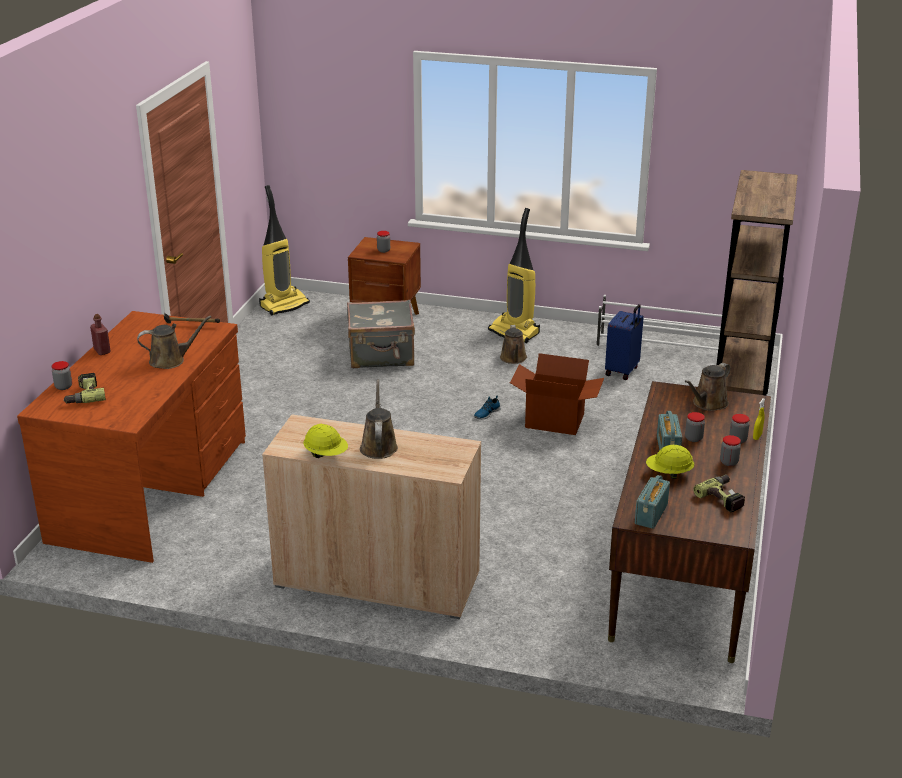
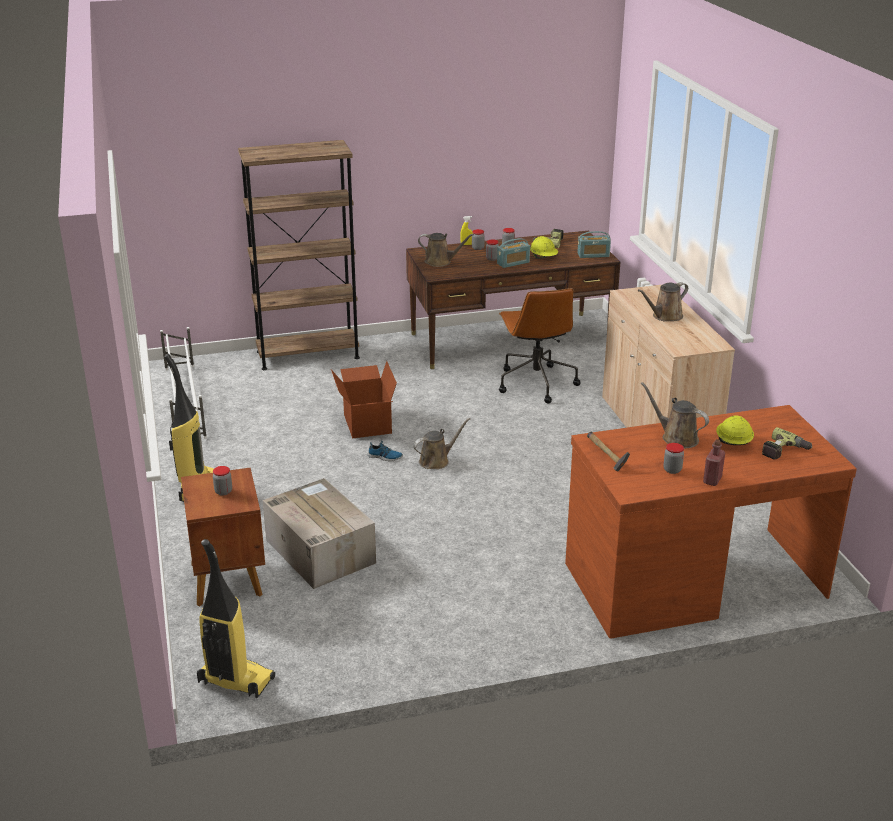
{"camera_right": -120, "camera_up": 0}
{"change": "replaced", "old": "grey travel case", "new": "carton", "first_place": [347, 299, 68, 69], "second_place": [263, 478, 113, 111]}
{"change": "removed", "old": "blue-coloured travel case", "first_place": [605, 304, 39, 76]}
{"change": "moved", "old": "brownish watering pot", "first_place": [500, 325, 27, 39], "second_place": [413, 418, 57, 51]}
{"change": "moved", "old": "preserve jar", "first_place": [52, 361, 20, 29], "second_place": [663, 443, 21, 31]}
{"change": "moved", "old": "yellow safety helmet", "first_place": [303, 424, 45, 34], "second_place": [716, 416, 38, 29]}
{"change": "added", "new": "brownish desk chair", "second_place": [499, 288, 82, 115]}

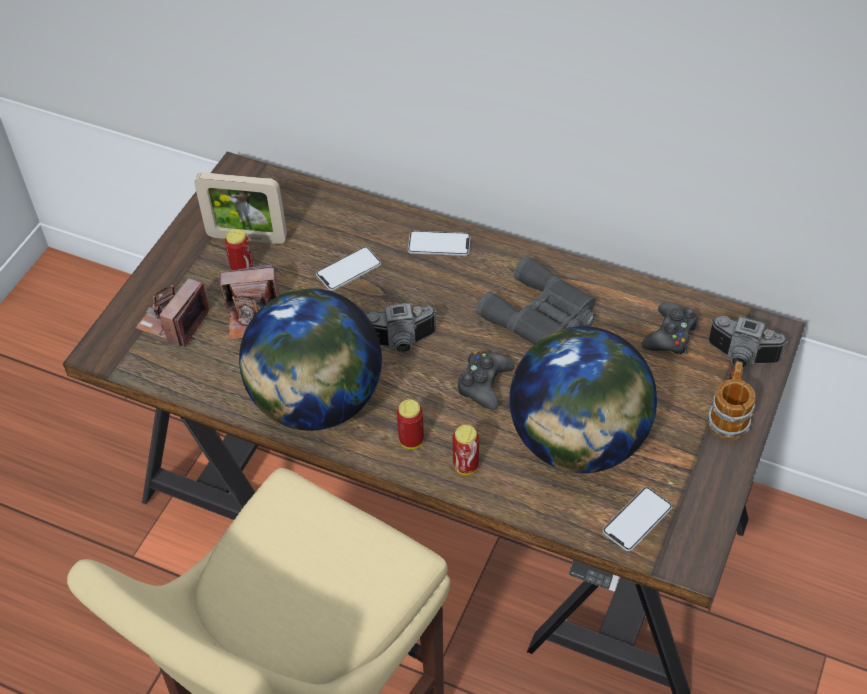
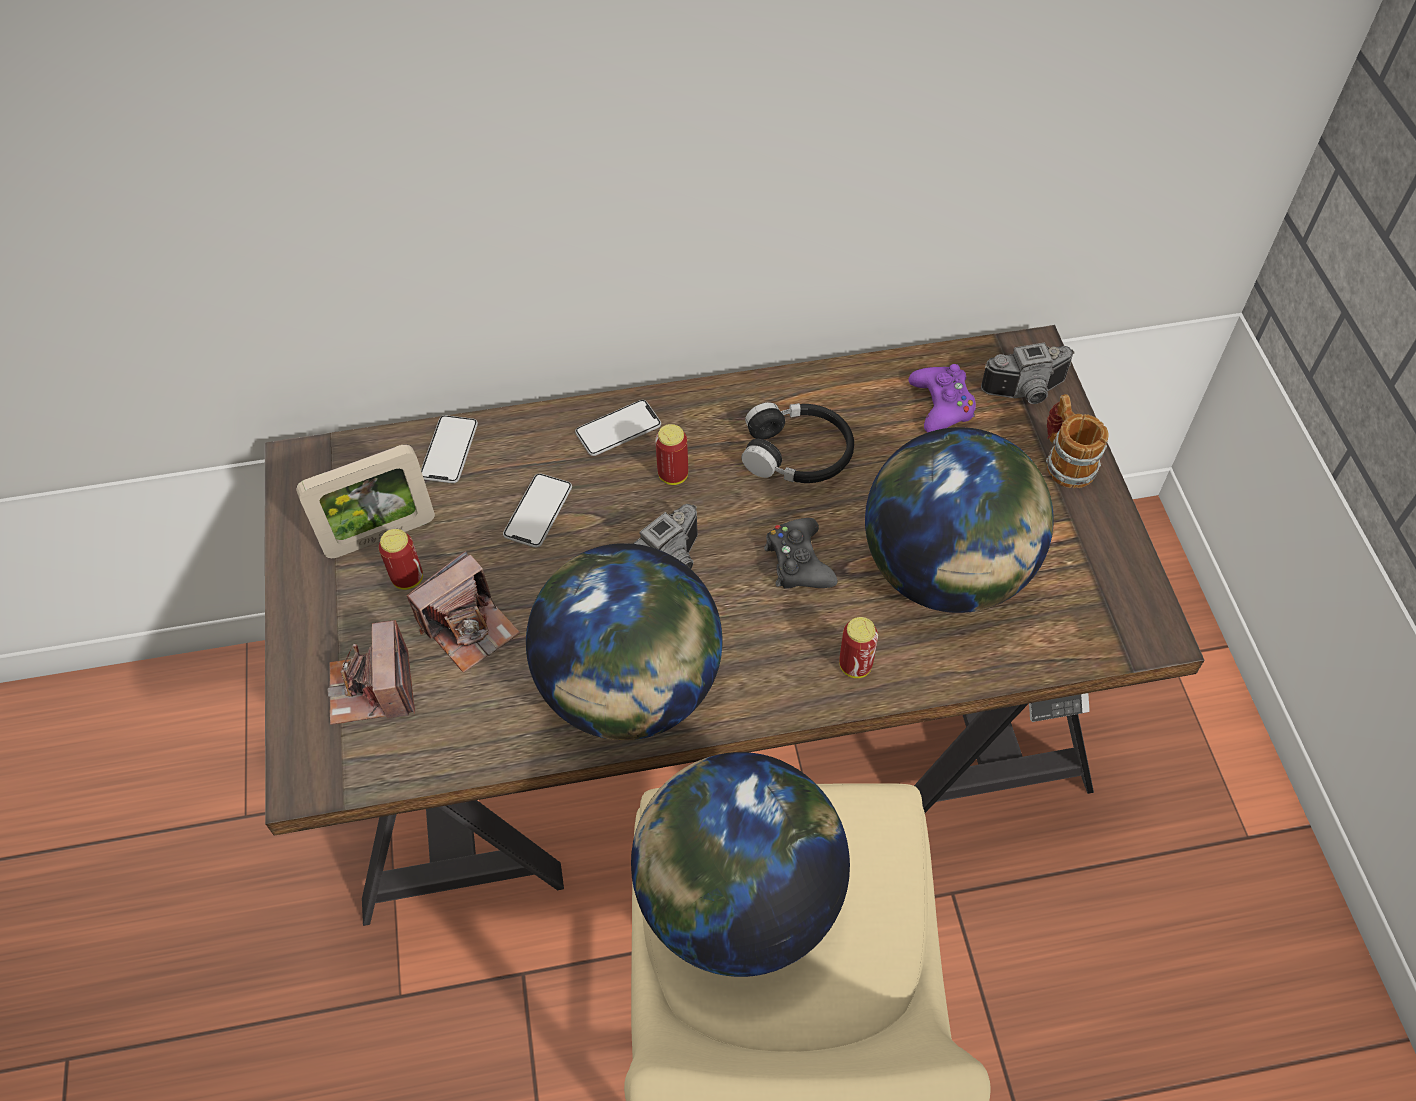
{"camera_right": -35, "camera_up": 5}
{"change": "replaced", "old": "grey field glasses", "new": "black-coloured headset", "first_place": [476, 256, 120, 89], "second_place": [741, 402, 113, 81]}
{"change": "recoloured", "old": "black-coloured gamepad", "new": "purple-coloured gamepad", "first_place": [642, 302, 57, 53], "second_place": [909, 364, 67, 68]}
{"change": "moved", "old": "can", "first_place": [396, 399, 28, 50], "second_place": [655, 424, 33, 61]}
{"change": "moved", "old": "phone", "first_place": [602, 487, 70, 64], "second_place": [421, 415, 57, 68]}
{"change": "added", "new": "globe", "second_place": [631, 752, 219, 225]}

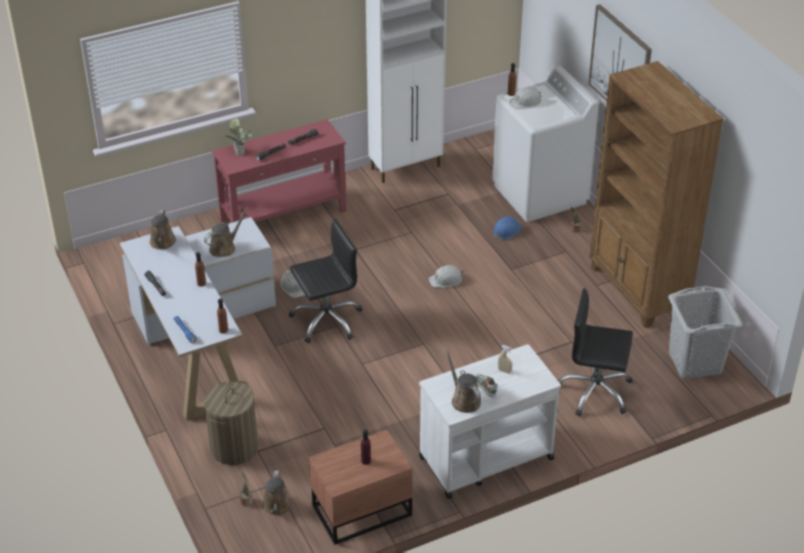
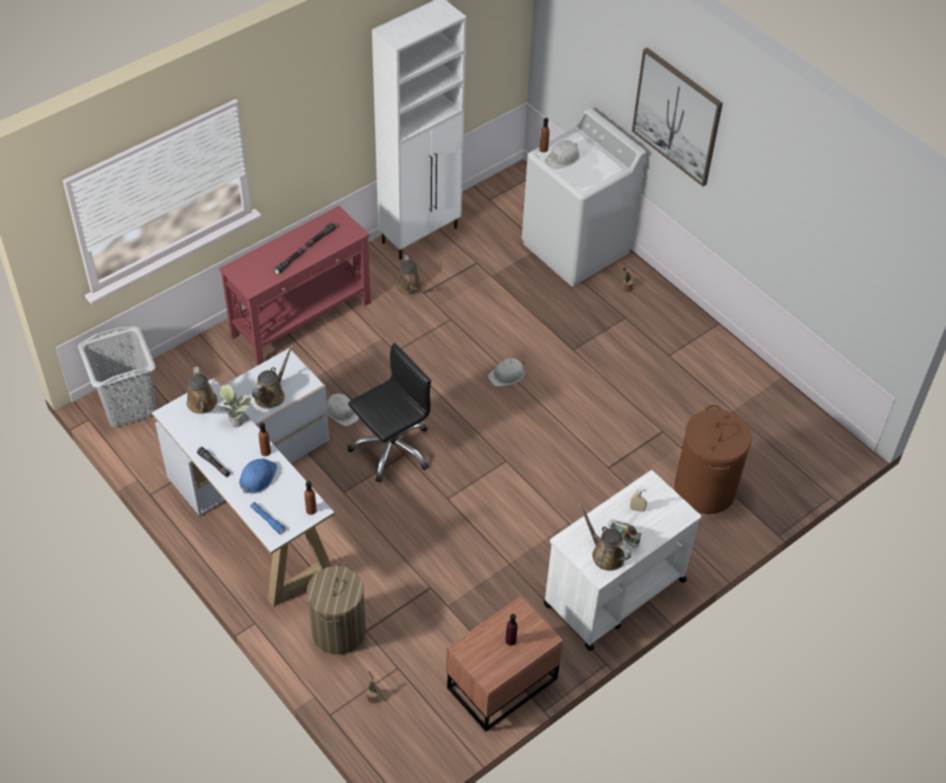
{"camera_right": -15, "camera_up": 10}
{"change": "removed", "old": "brownish bookcase", "first_place": [590, 61, 133, 267]}
{"change": "moved", "old": "houseplant", "first_place": [225, 118, 28, 38], "second_place": [214, 385, 37, 42]}
{"change": "moved", "old": "blue-coloured safety helmet", "first_place": [493, 216, 29, 23], "second_place": [239, 458, 38, 36]}
{"change": "moved", "old": "grey washing basket", "first_place": [668, 286, 74, 93], "second_place": [78, 326, 78, 101]}
{"change": "replaced", "old": "black-coloured desk chair", "new": "brownish washing basket", "first_place": [558, 288, 75, 129], "second_place": [674, 405, 77, 109]}
{"change": "moved", "old": "brownish watering pot", "first_place": [263, 471, 29, 44], "second_place": [396, 255, 26, 40]}

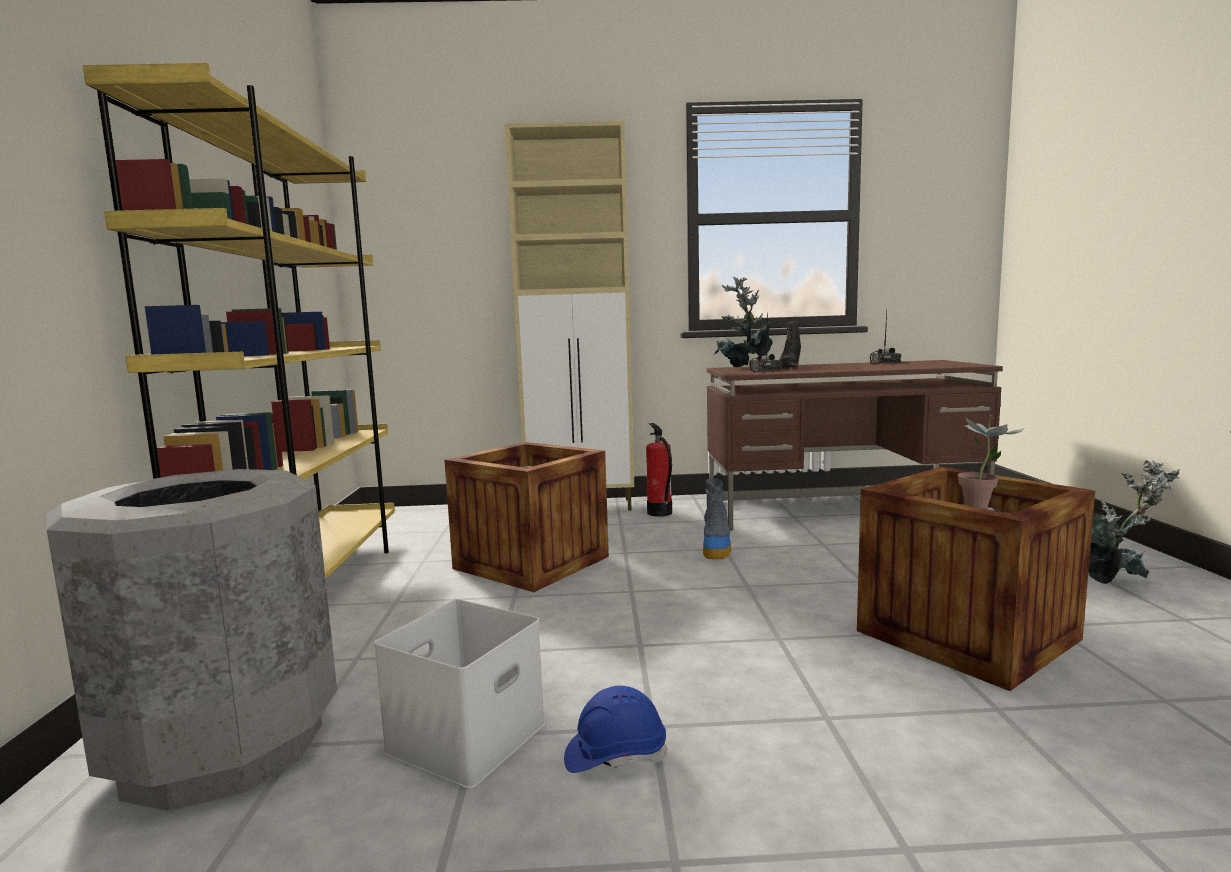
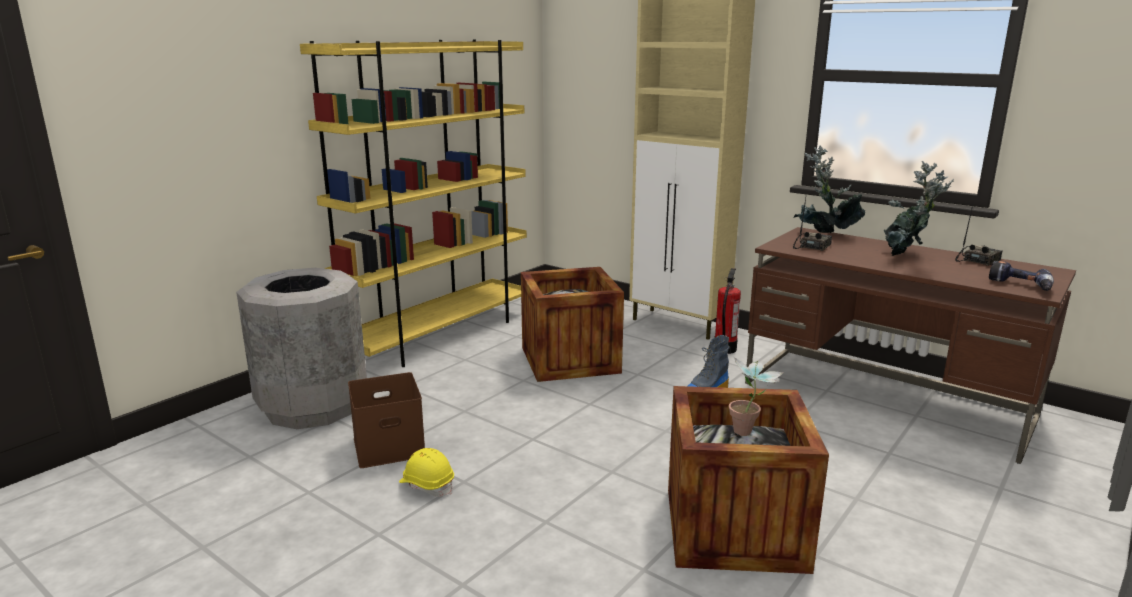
{"camera_right": 40, "camera_up": 10}
{"change": "removed", "old": "black-coloured boot", "first_place": [779, 321, 22, 47]}
{"change": "moved", "old": "houseplant", "first_place": [1088, 460, 92, 124], "second_place": [884, 161, 70, 95]}
{"change": "recoloured", "old": "white storage bin", "new": "brownish storage bin", "first_place": [374, 599, 171, 190], "second_place": [348, 372, 77, 96]}
{"change": "recoloured", "old": "blue-coloured safety helmet", "new": "yellow safety helmet", "first_place": [564, 686, 103, 87], "second_place": [399, 448, 55, 49]}
{"change": "added", "new": "electric drill", "second_place": [989, 261, 65, 30]}

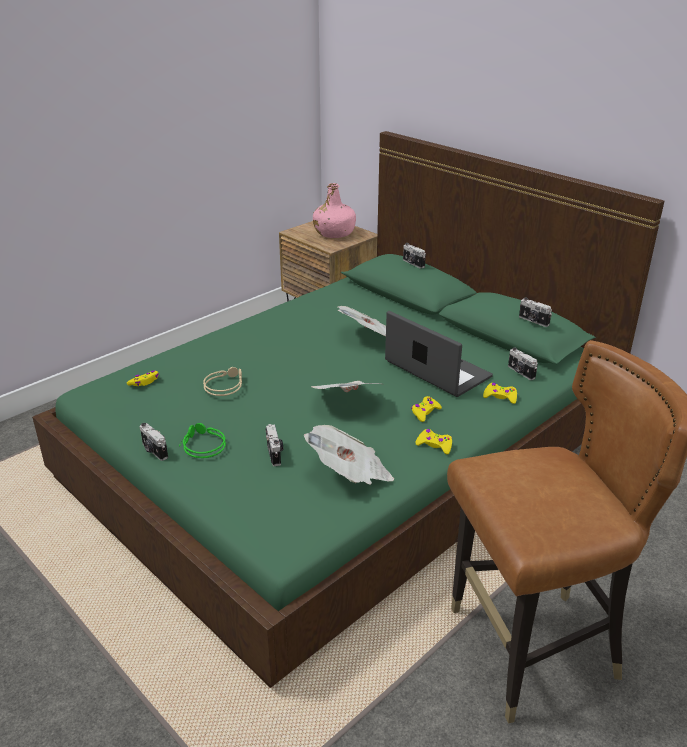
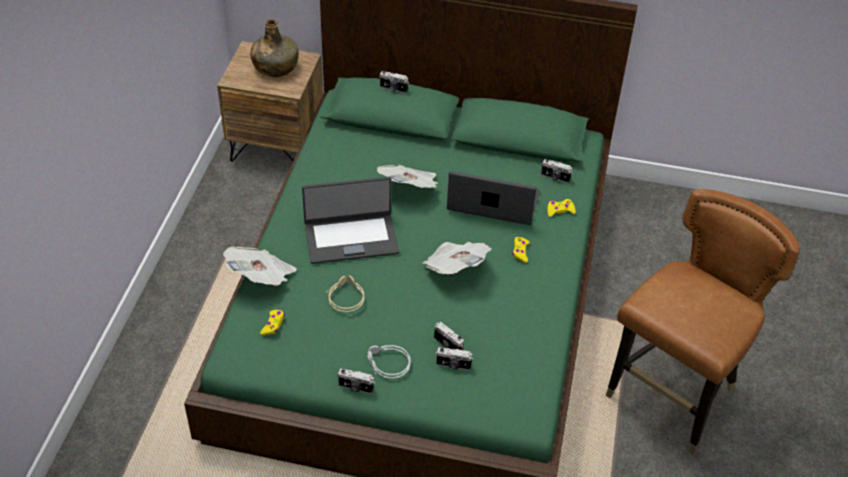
{"camera_right": -35, "camera_up": 15}
{"change": "recoloured", "old": "pinkish bottle", "new": "greenish bottle", "first_place": [313, 183, 43, 55], "second_place": [250, 19, 49, 58]}
{"change": "moved", "old": "photo camera", "first_place": [519, 298, 33, 29], "second_place": [436, 347, 37, 23]}
{"change": "recoloured", "old": "greenish headset", "new": "grey headset", "first_place": [179, 423, 47, 35], "second_place": [367, 345, 43, 34]}
{"change": "moved", "old": "printed paper", "first_place": [304, 425, 90, 60], "second_place": [223, 247, 74, 39]}
{"change": "removed", "old": "yellow gamepad", "first_place": [415, 429, 37, 25]}
{"change": "added", "new": "laptop", "second_place": [302, 177, 97, 87]}

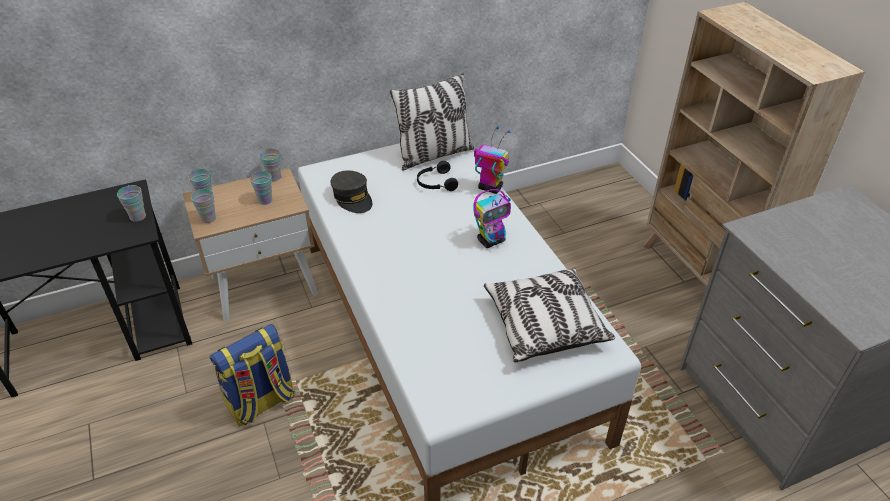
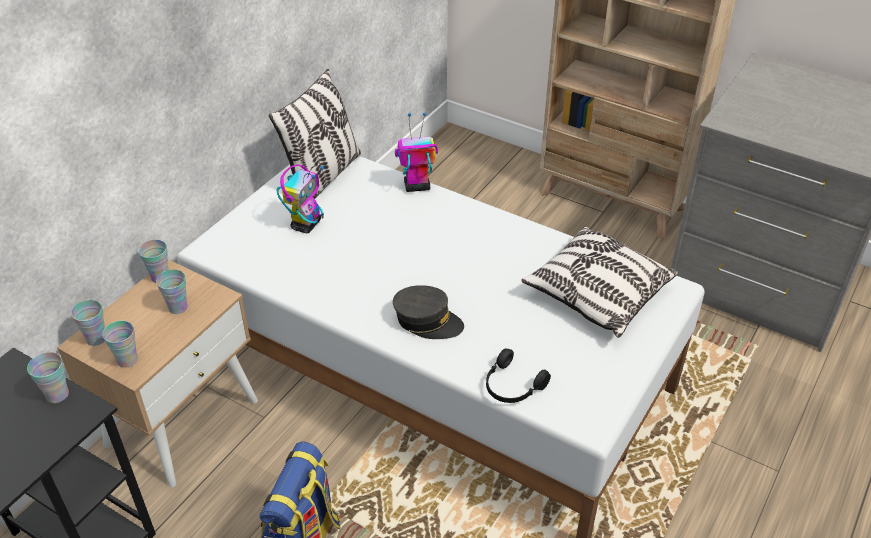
{"camera_right": -35, "camera_up": 0}
{"change": "moved", "old": "black-coloured headset", "first_place": [417, 161, 41, 30], "second_place": [486, 348, 65, 55]}
{"change": "moved", "old": "grey cap", "first_place": [330, 171, 42, 42], "second_place": [393, 285, 71, 54]}
{"change": "moved", "old": "toy robot", "first_place": [473, 189, 38, 59], "second_place": [276, 164, 48, 69]}

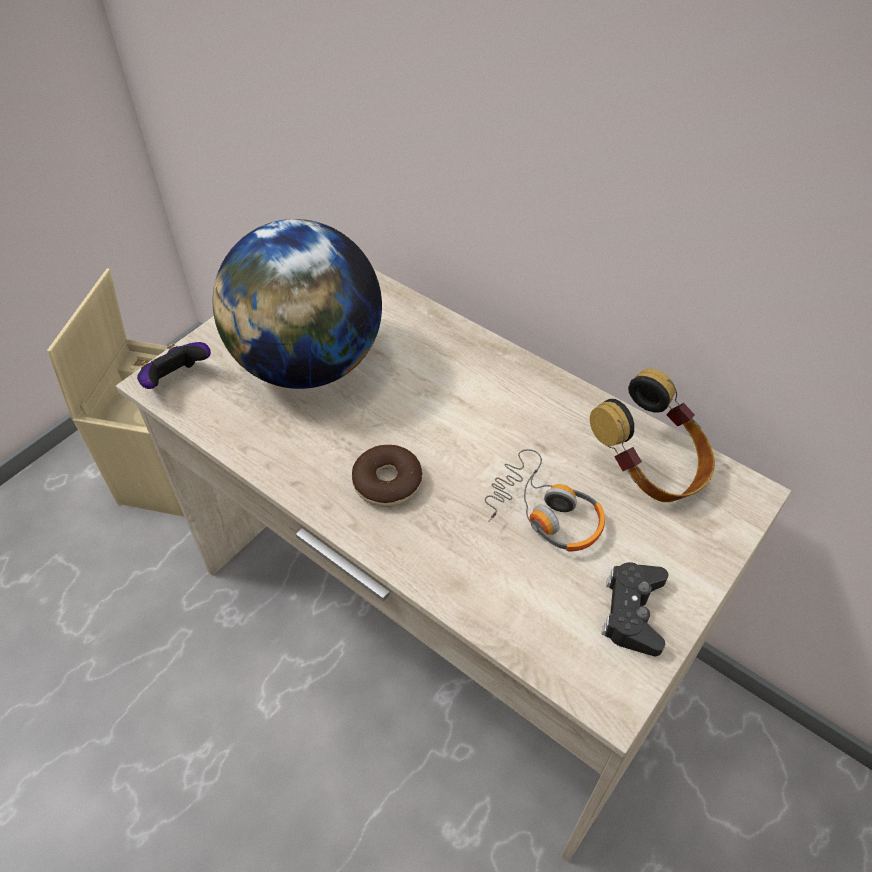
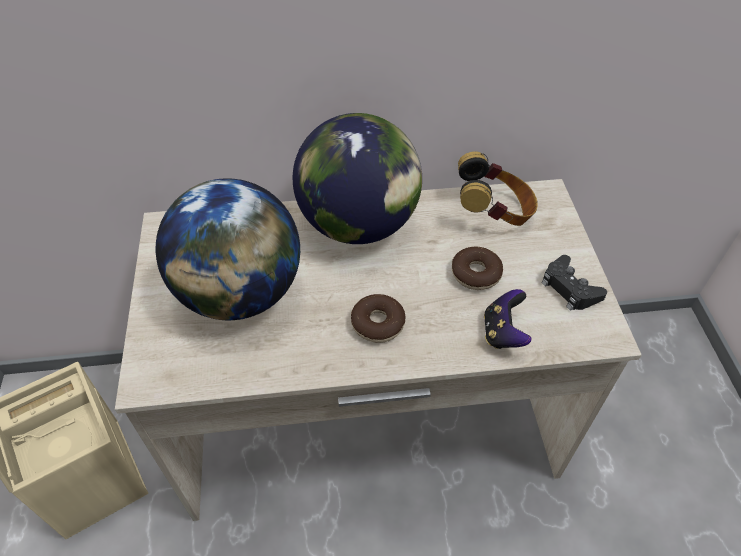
{"camera_right": -45, "camera_up": 0}
{"change": "moved", "old": "gamepad", "first_place": [137, 342, 74, 47], "second_place": [484, 289, 48, 60]}
{"change": "replaced", "old": "headset", "new": "donut", "first_place": [485, 449, 120, 102], "second_place": [452, 247, 51, 43]}
{"change": "added", "new": "globe", "second_place": [293, 113, 129, 131]}

